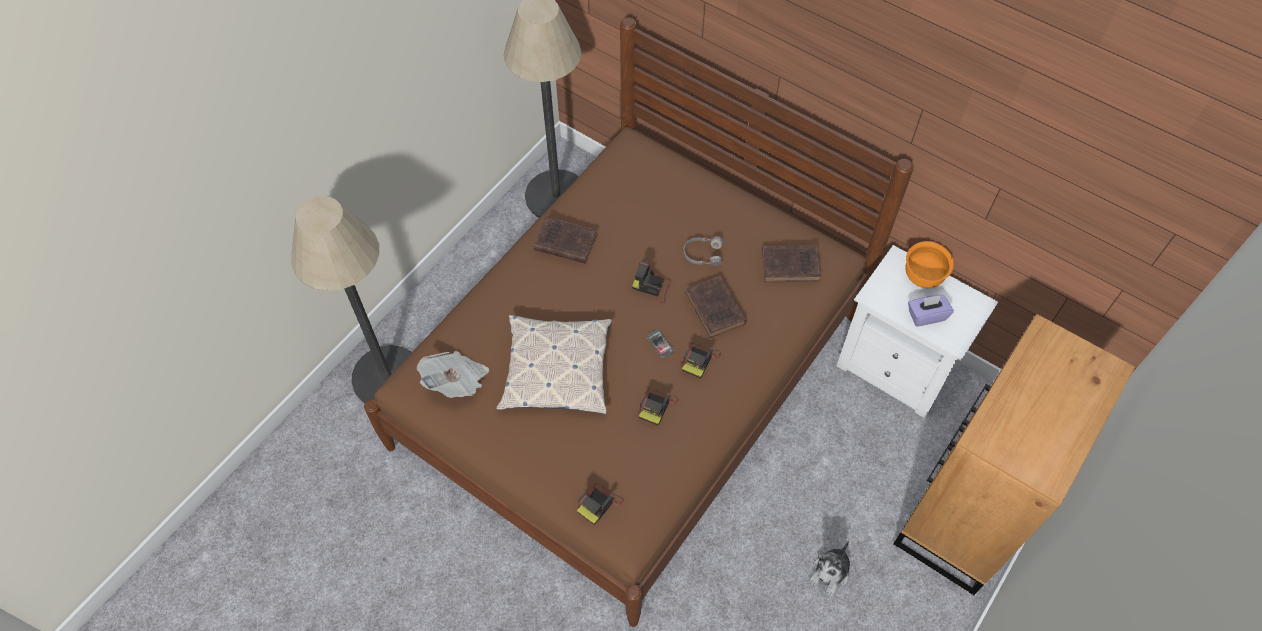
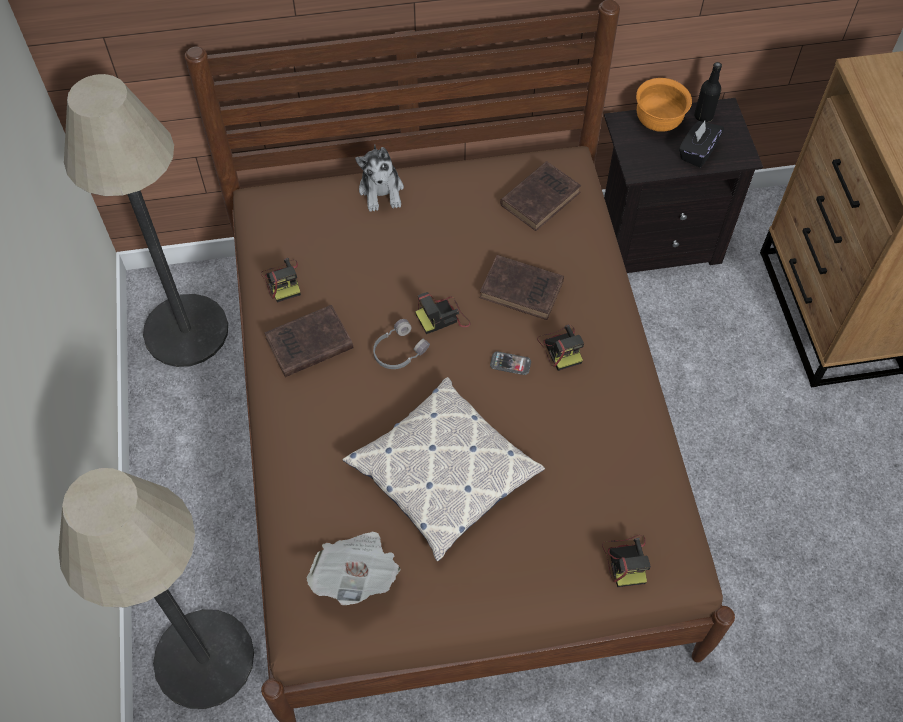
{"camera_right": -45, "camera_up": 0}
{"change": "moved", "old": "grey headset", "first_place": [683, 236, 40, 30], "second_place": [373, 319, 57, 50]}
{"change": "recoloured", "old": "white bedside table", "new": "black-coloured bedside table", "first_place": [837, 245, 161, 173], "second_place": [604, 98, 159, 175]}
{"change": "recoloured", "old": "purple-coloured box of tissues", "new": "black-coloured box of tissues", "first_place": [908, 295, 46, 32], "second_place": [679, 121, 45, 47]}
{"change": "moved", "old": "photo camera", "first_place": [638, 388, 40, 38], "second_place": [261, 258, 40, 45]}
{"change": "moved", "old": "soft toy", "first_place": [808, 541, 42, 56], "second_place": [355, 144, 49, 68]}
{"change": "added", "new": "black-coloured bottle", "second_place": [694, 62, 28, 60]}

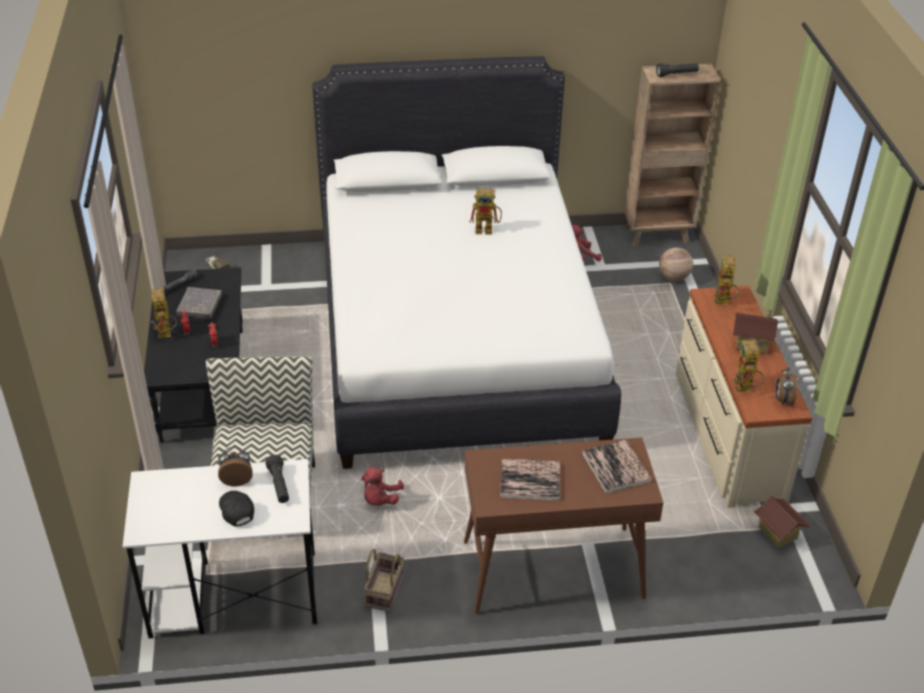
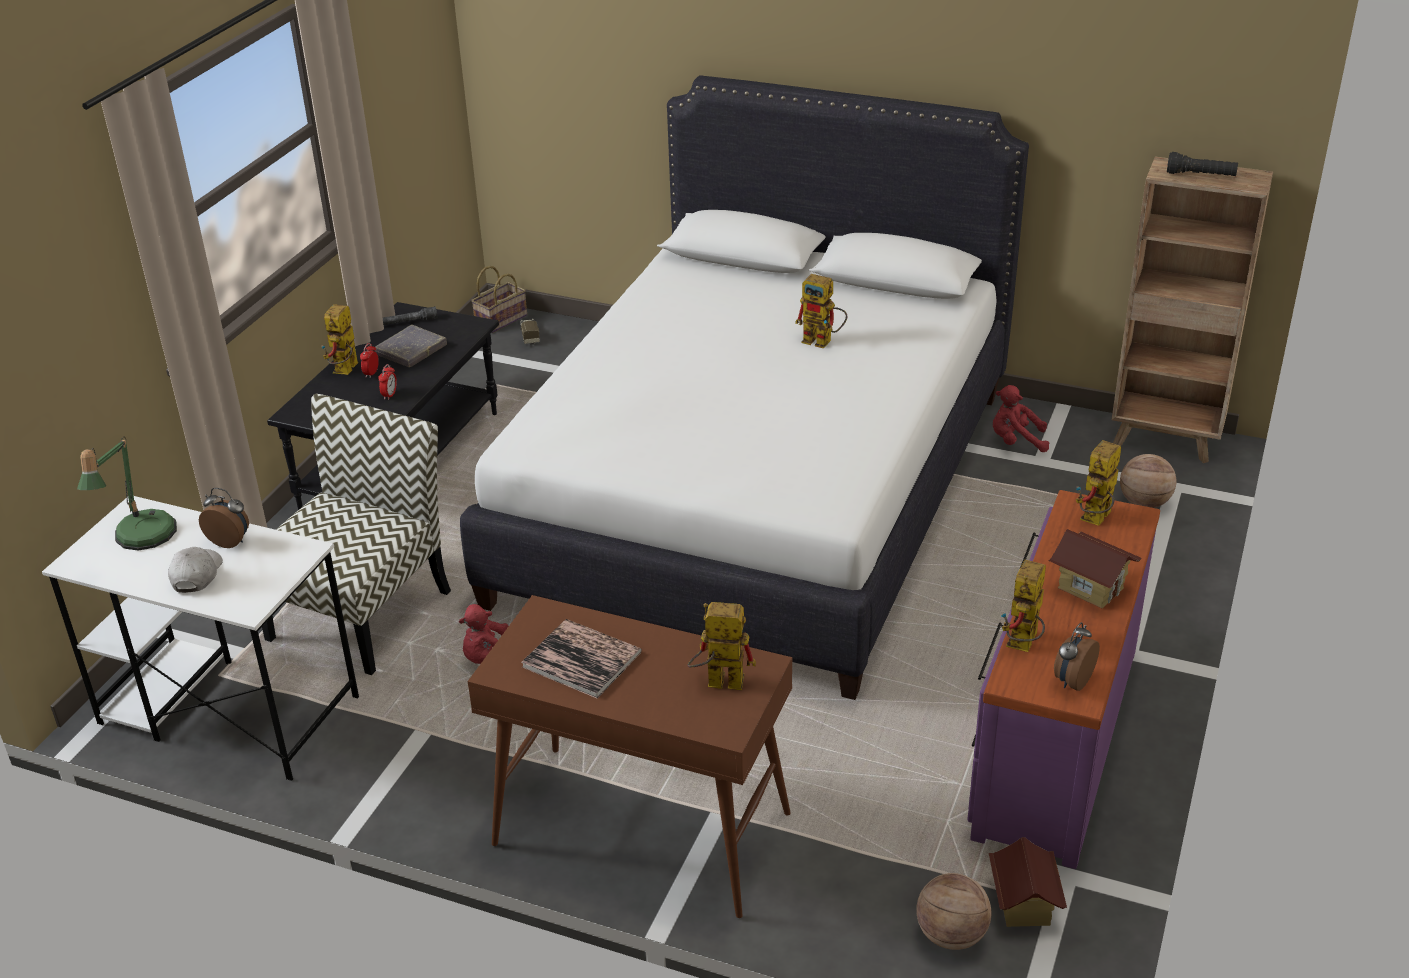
{"camera_right": 30, "camera_up": -5}
{"change": "recoloured", "old": "beige dresser", "new": "purple-coloured dresser", "first_place": [676, 285, 137, 223], "second_place": [967, 490, 193, 379]}
{"change": "replaced", "old": "bound book", "new": "toy robot", "first_place": [582, 440, 70, 53], "second_place": [687, 602, 69, 88]}
{"change": "removed", "old": "black-coloured hand torch", "first_place": [265, 455, 24, 48]}
{"change": "recoloured", "old": "black-coloured cap", "new": "white cap", "first_place": [219, 491, 35, 36], "second_place": [168, 547, 55, 46]}
{"change": "moved", "old": "storage basket", "first_place": [364, 548, 40, 64], "second_place": [471, 266, 56, 67]}
{"change": "added", "new": "tabletop lamp", "second_place": [77, 437, 100, 114]}
{"change": "added", "new": "basketball ball", "second_place": [916, 873, 75, 77]}

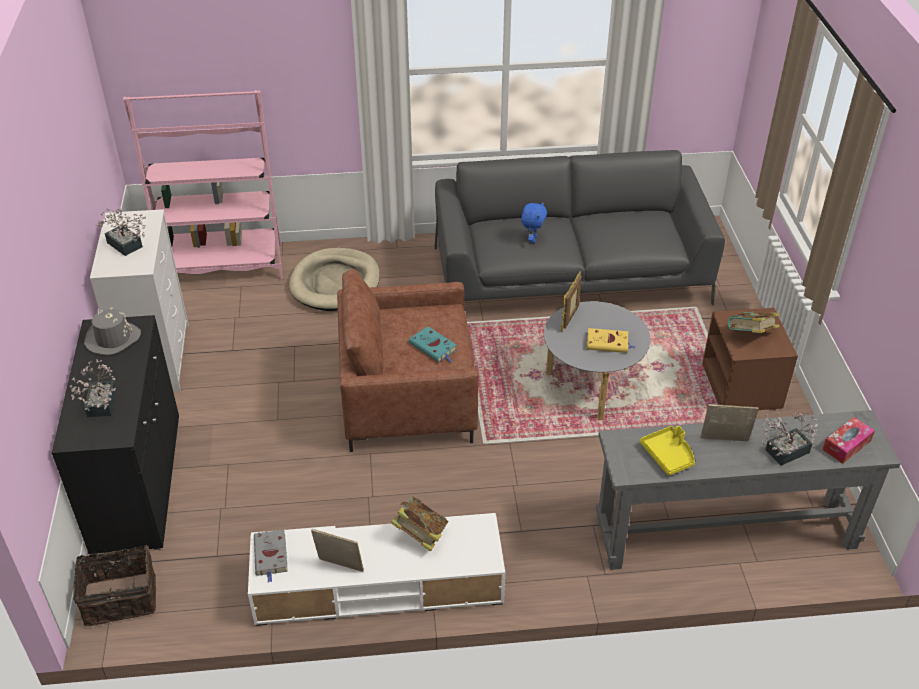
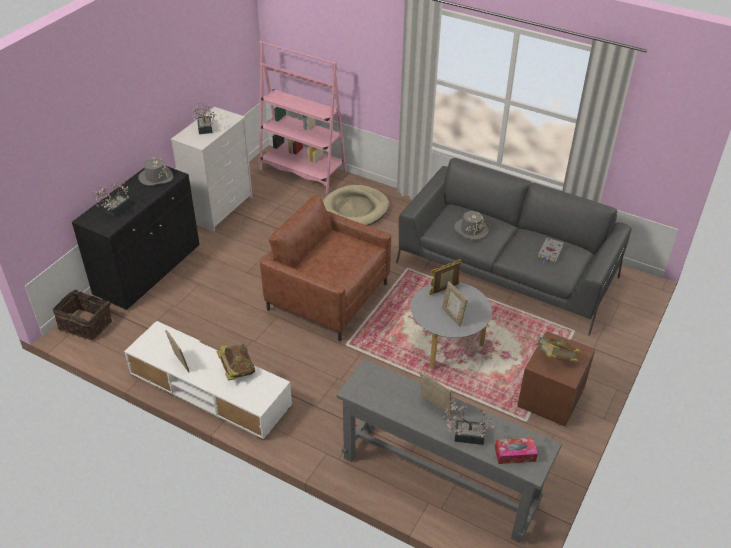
{"camera_right": 35, "camera_up": 0}
{"change": "replaced", "old": "blue-coloured soft toy", "new": "grey hat", "first_place": [521, 202, 26, 41], "second_place": [454, 211, 35, 29]}
{"change": "removed", "old": "turquoise-coloured bound book", "first_place": [409, 326, 48, 37]}
{"change": "replaced", "old": "yellow bound book", "new": "picture frame", "first_place": [586, 328, 49, 25], "second_place": [442, 281, 26, 46]}
{"change": "removed", "old": "yellow carrying tray", "first_place": [640, 426, 55, 50]}
{"change": "moved", "old": "grey bound book", "first_place": [254, 530, 34, 52], "second_place": [537, 238, 26, 25]}

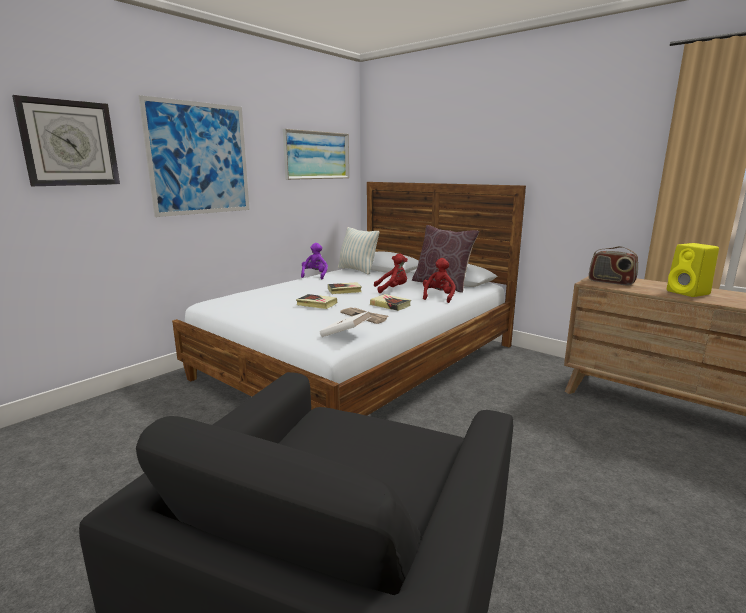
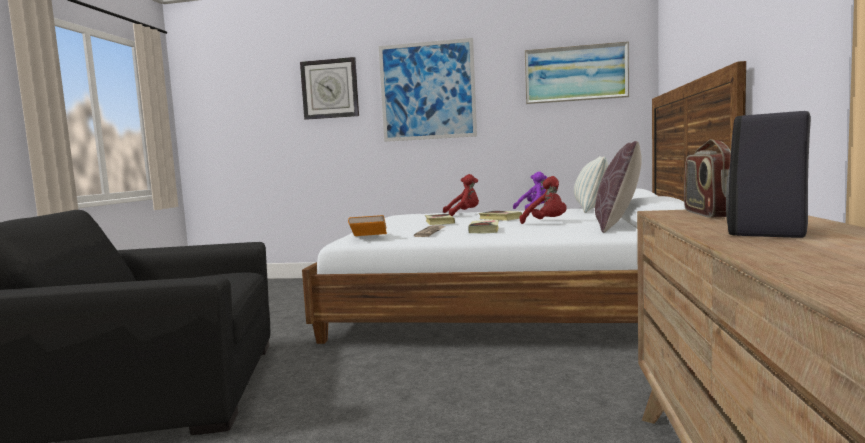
{"camera_right": 60, "camera_up": -10}
{"change": "recoloured", "old": "yellow loudspeaker", "new": "black-coloured loudspeaker", "first_place": [667, 243, 52, 54], "second_place": [726, 111, 85, 127]}
{"change": "moved", "old": "red-coloured soft toy", "first_place": [423, 258, 33, 45], "second_place": [443, 174, 36, 42]}
{"change": "recoloured", "old": "white bound book", "new": "orange-coloured bound book", "first_place": [320, 311, 51, 26], "second_place": [348, 215, 39, 21]}

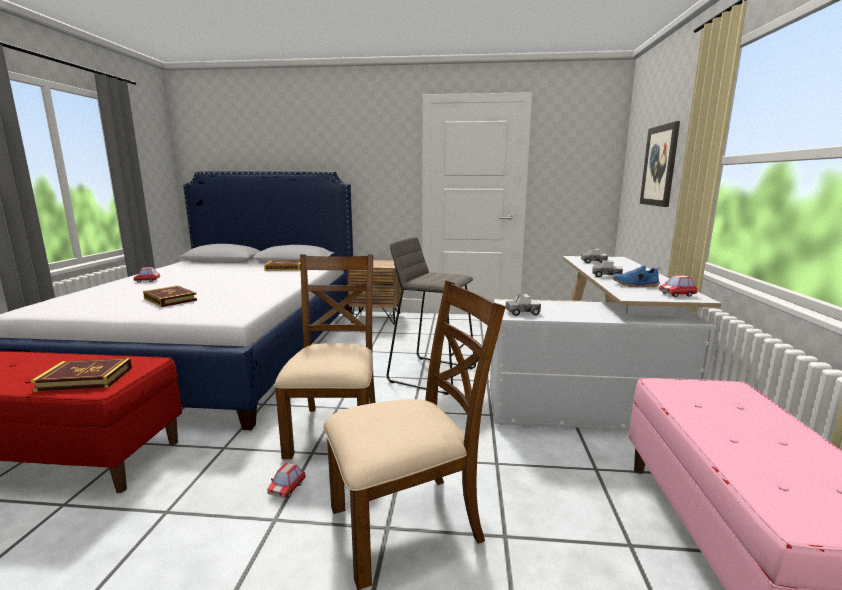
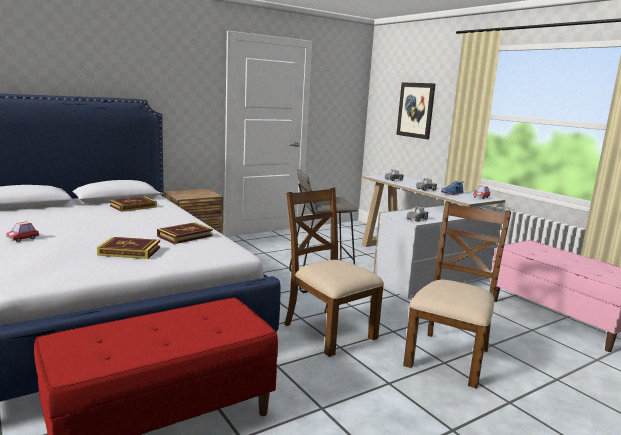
{"camera_right": -40, "camera_up": 0}
{"change": "moved", "old": "bound book", "first_place": [30, 358, 102, 34], "second_place": [157, 222, 56, 22]}
{"change": "removed", "old": "toy car", "first_place": [267, 463, 39, 36]}

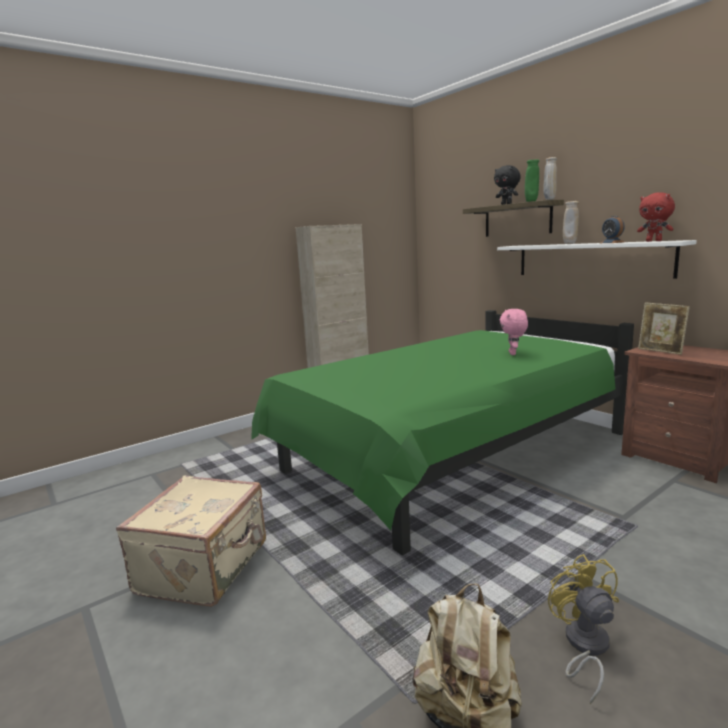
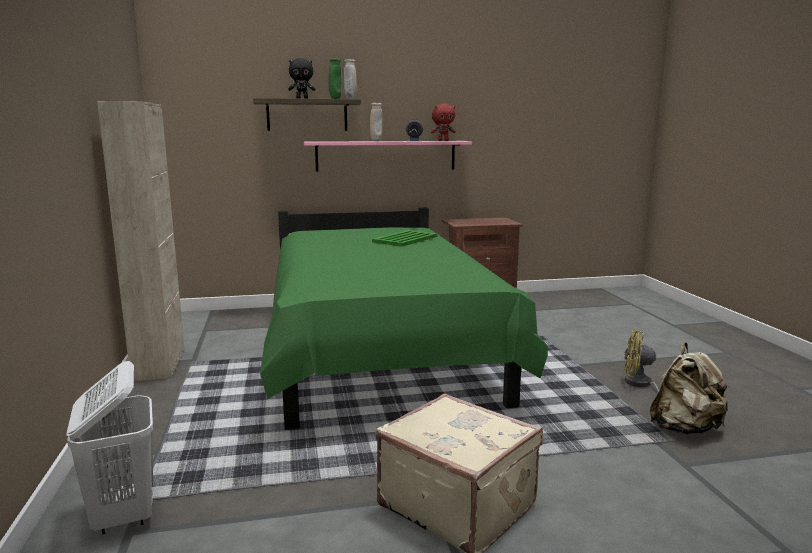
{"camera_right": -65, "camera_up": 0}
{"change": "recoloured", "old": "white bracket shelf", "new": "pinkish bracket shelf", "first_place": [497, 240, 200, 39], "second_place": [304, 141, 168, 30]}
{"change": "removed", "old": "picture frame", "first_place": [638, 302, 52, 53]}
{"change": "replaced", "old": "pinkish soft toy", "new": "greenish carrying tray", "first_place": [500, 309, 28, 46], "second_place": [372, 230, 65, 17]}
{"change": "added", "new": "white washing basket", "second_place": [66, 361, 87, 173]}

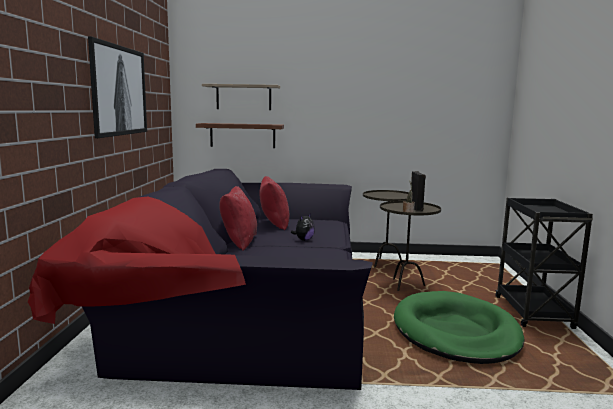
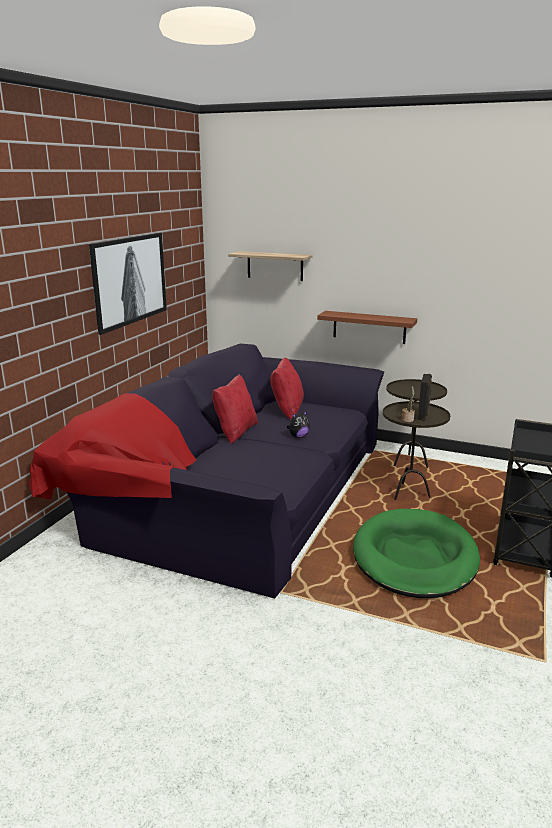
{"camera_right": 20, "camera_up": 10}
{"change": "moved", "old": "brownish bracket shelf", "first_place": [196, 123, 88, 25], "second_place": [317, 311, 100, 33]}

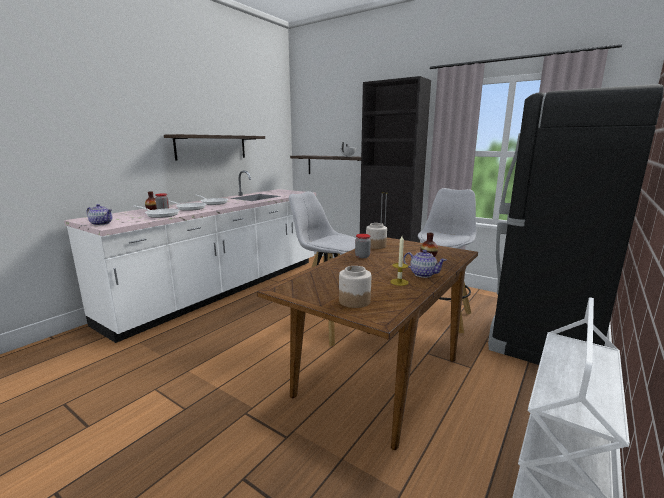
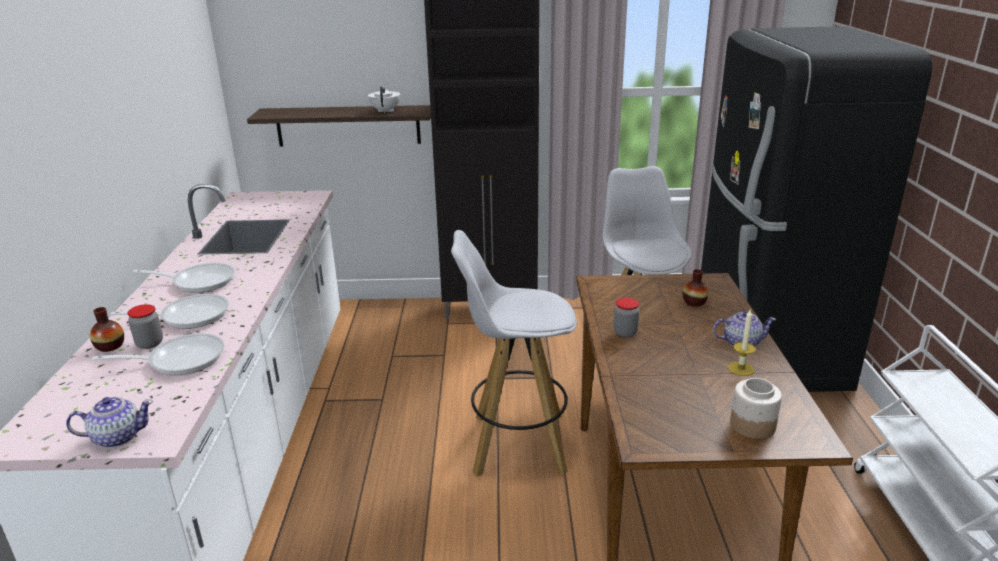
{"camera_right": -35, "camera_up": 10}
{"change": "removed", "old": "bracket shelf", "first_place": [164, 134, 101, 27]}
{"change": "removed", "old": "preserve jar", "first_place": [366, 223, 21, 26]}

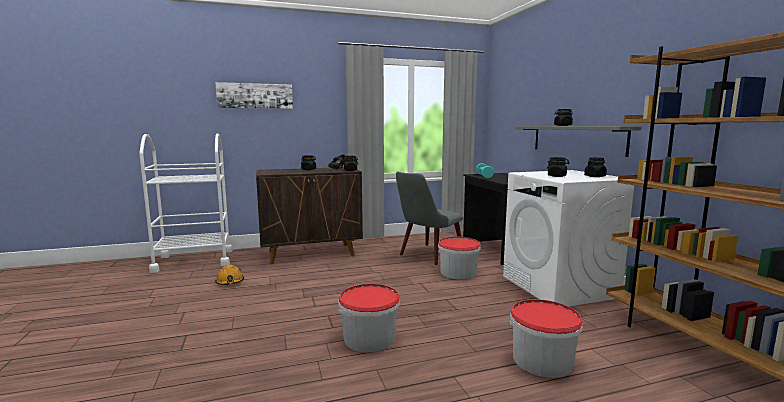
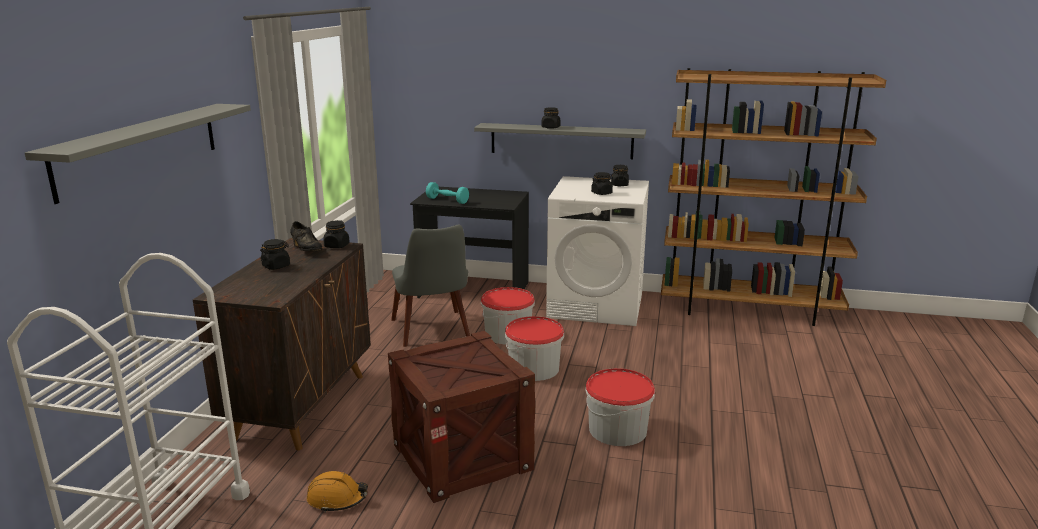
{"camera_right": -60, "camera_up": 10}
{"change": "replaced", "old": "wall picture", "new": "grey bracket shelf", "first_place": [215, 82, 78, 27], "second_place": [25, 104, 226, 100]}
{"change": "moved", "old": "water bucket", "first_place": [510, 299, 73, 79], "second_place": [505, 316, 59, 65]}
{"change": "added", "new": "shipping crate", "second_place": [388, 331, 147, 172]}

